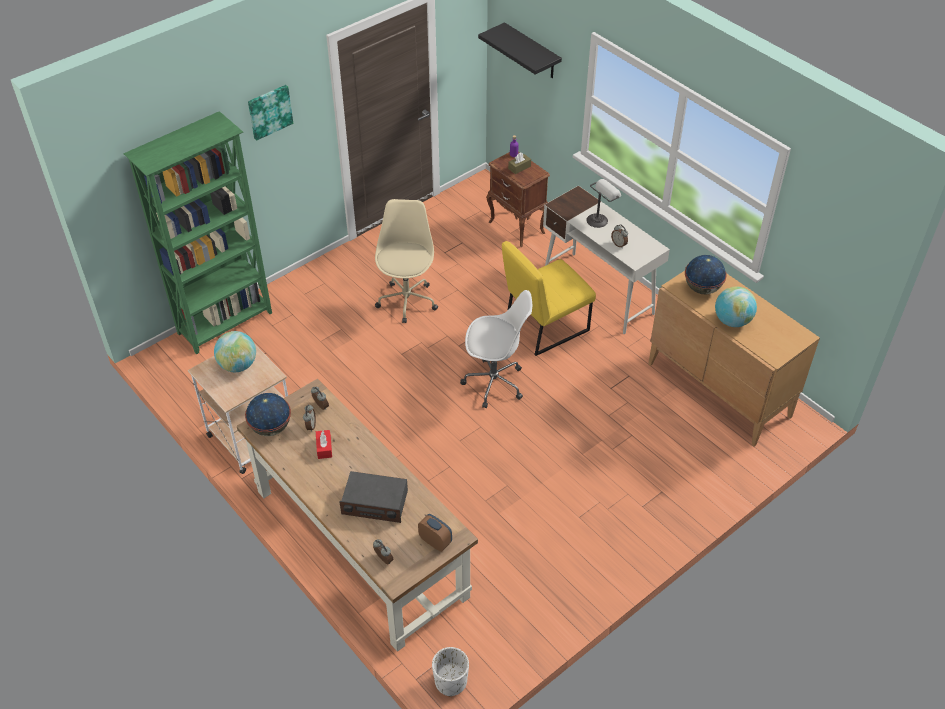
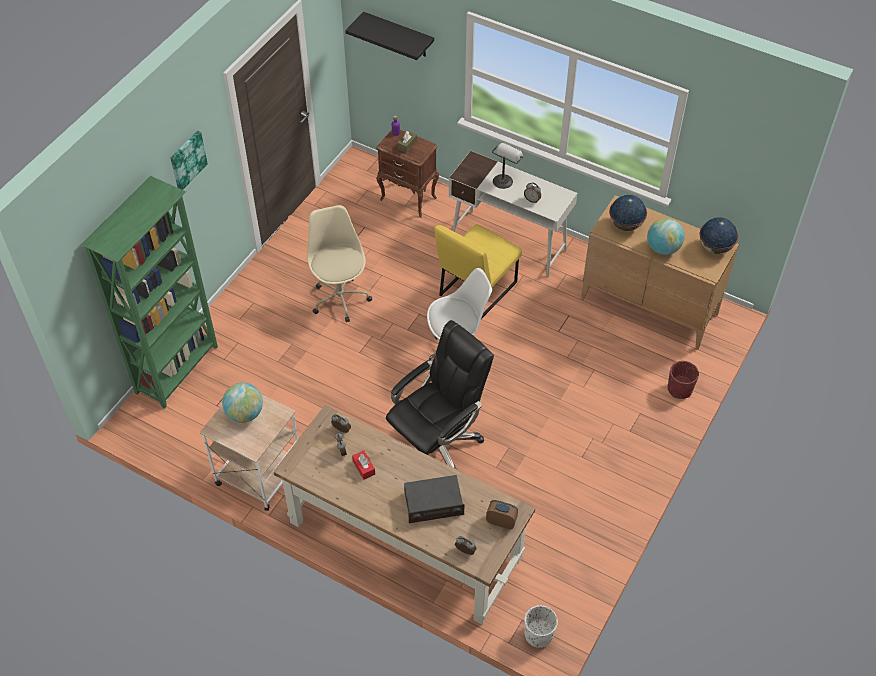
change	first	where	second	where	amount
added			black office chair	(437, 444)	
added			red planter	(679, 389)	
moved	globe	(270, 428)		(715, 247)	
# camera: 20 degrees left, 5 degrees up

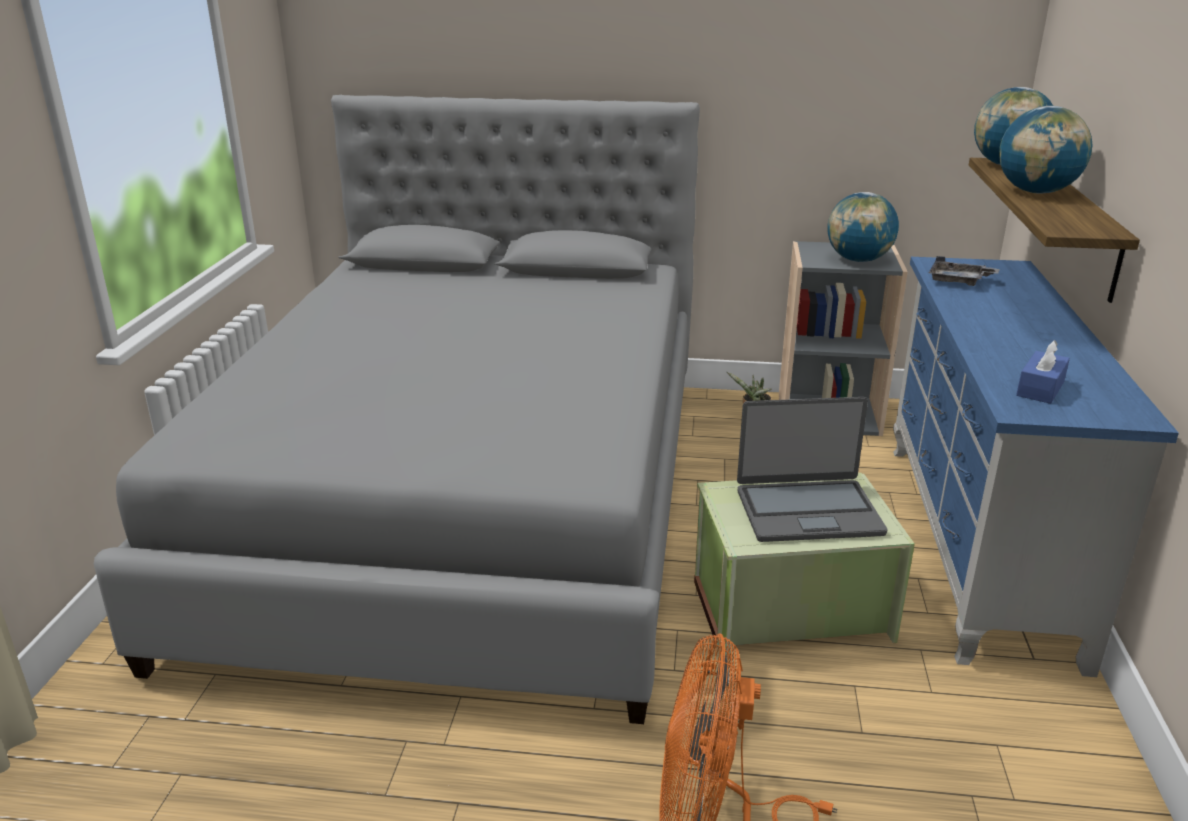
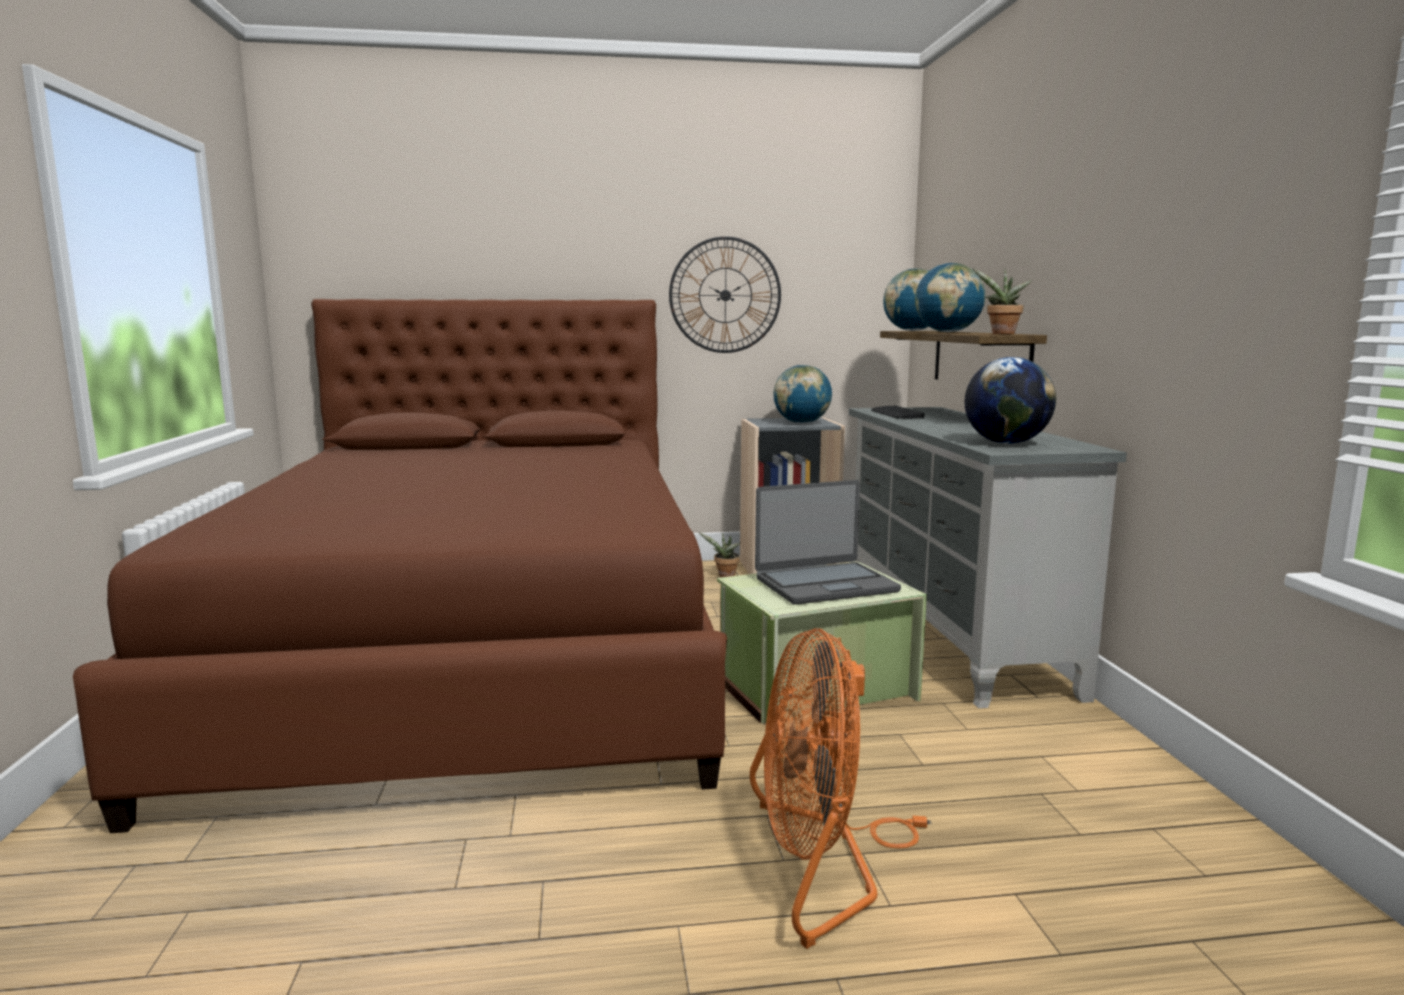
change	first	where	second	where	amount
added			wall clock	(725, 295)	
added			potted plant	(1001, 334)	
replaced	grey tray	(958, 281)	keyboard	(896, 414)	
replaced	blue tissue box	(1040, 388)	globe	(1006, 443)	
recoloured	grey bed	(471, 500)	brown bed	(478, 650)	
recoloured	blue dresser	(973, 545)	grey dresser	(948, 634)	
# camera: 15 degrees left, 15 degrees down

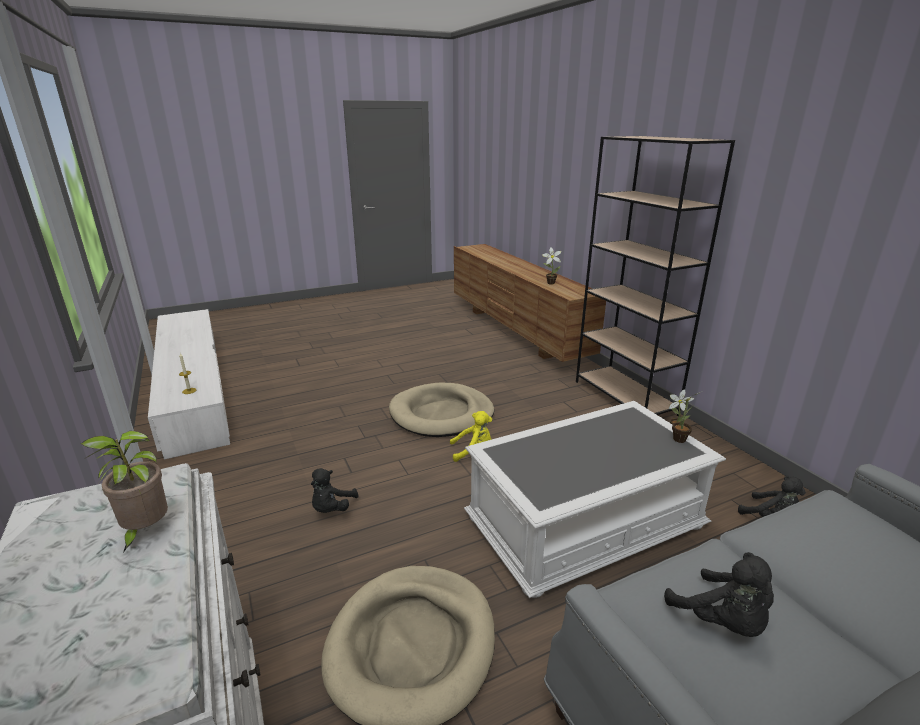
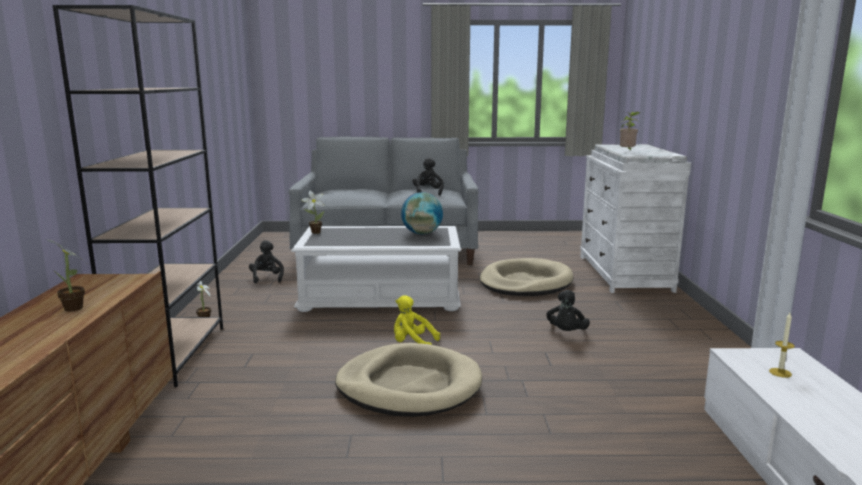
change	first	where	second	where	amount
added			globe	(422, 233)	
turned	black plush toy	(332, 509)		(566, 333)	150 degrees clockwise
# camera: 155 degrees left, 10 degrees down

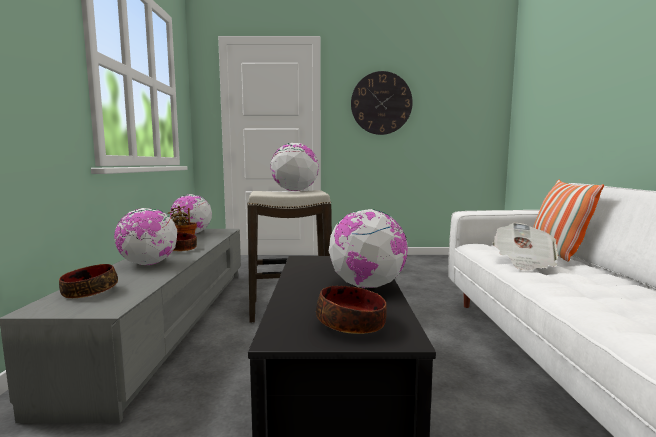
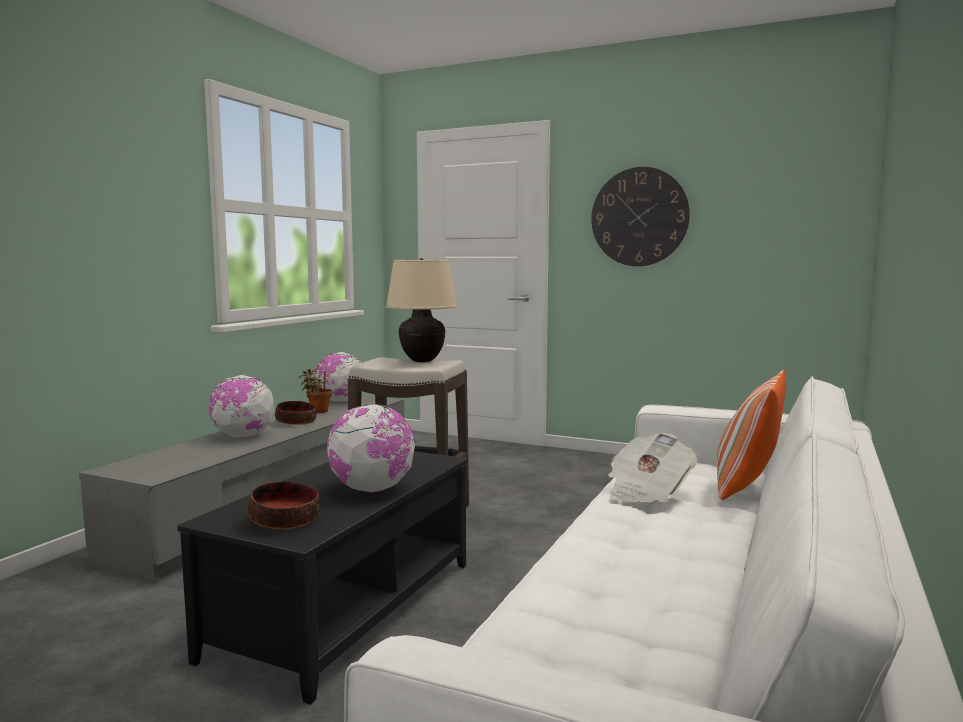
change	first	where	second	where	amount
removed	bowl	(89, 292)			
replaced	globe	(294, 191)	beige table lamp	(422, 361)	
# camera: 25 degrees right, 0 degrees up

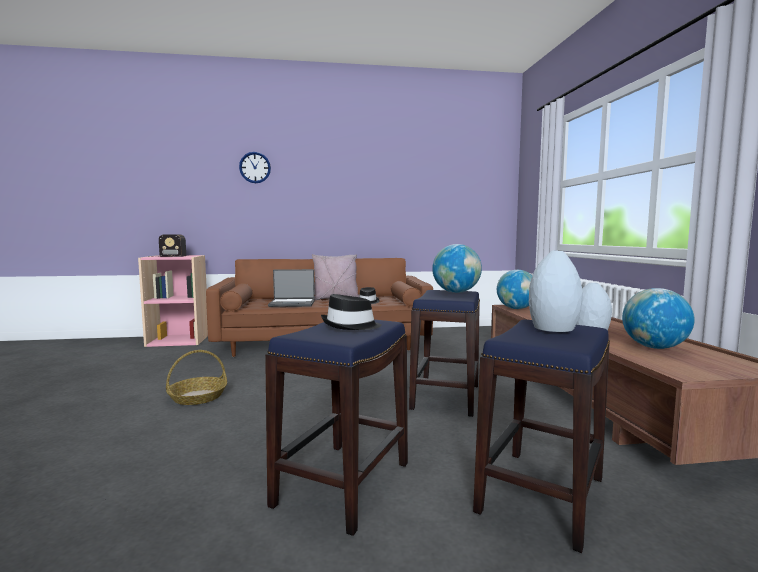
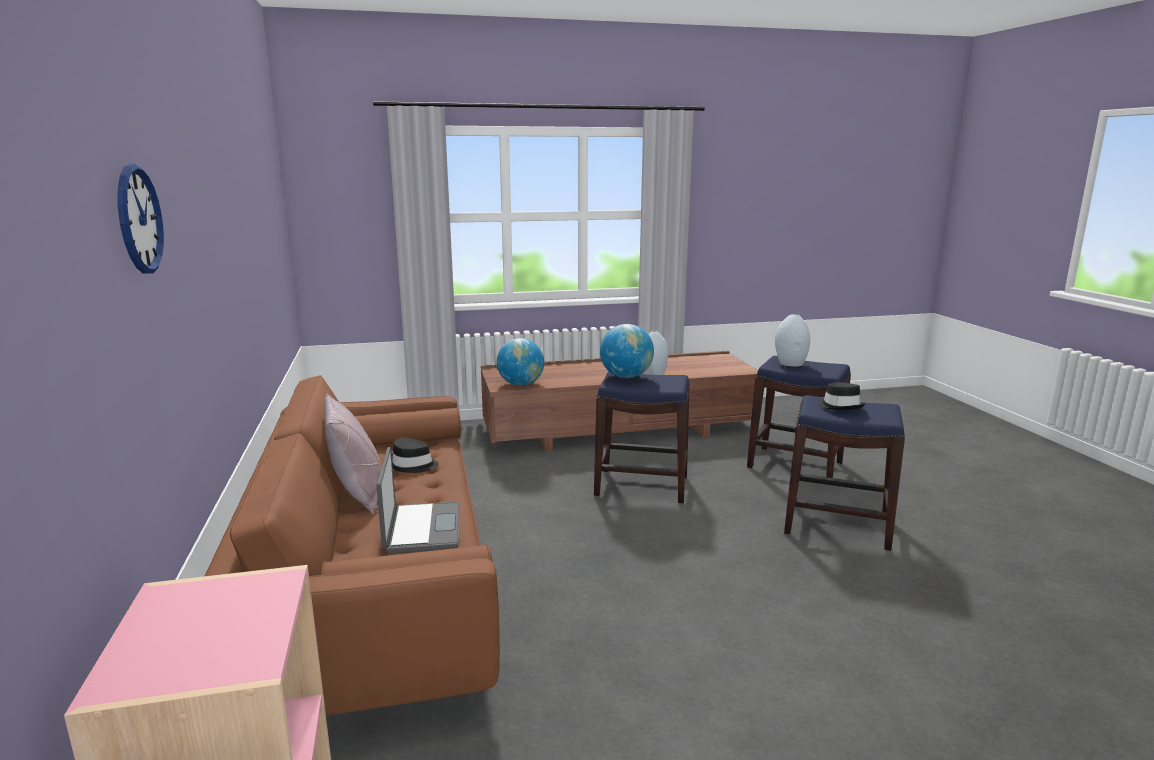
change	first	where	second	where	amount
removed	radio	(165, 256)			
removed	basket	(197, 397)			
removed	globe	(654, 347)			
# camera: 95 degrees left, 10 degrees up

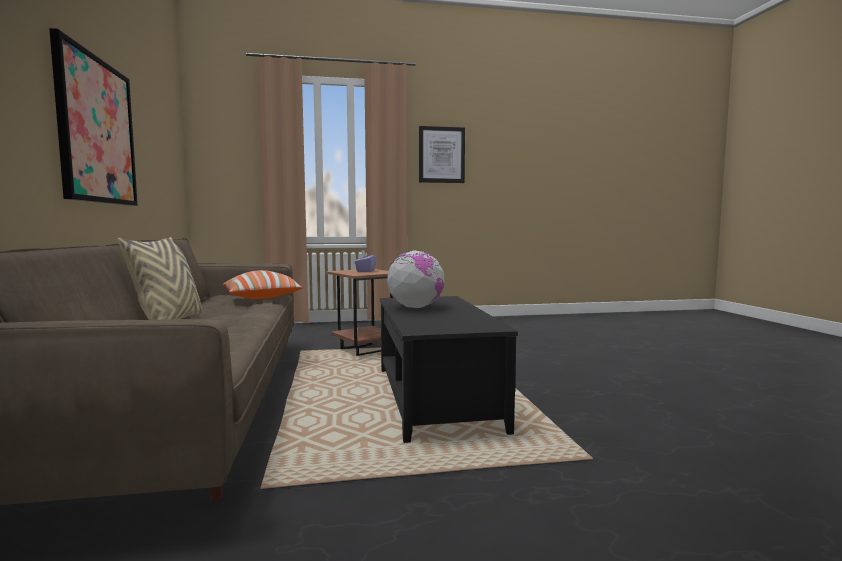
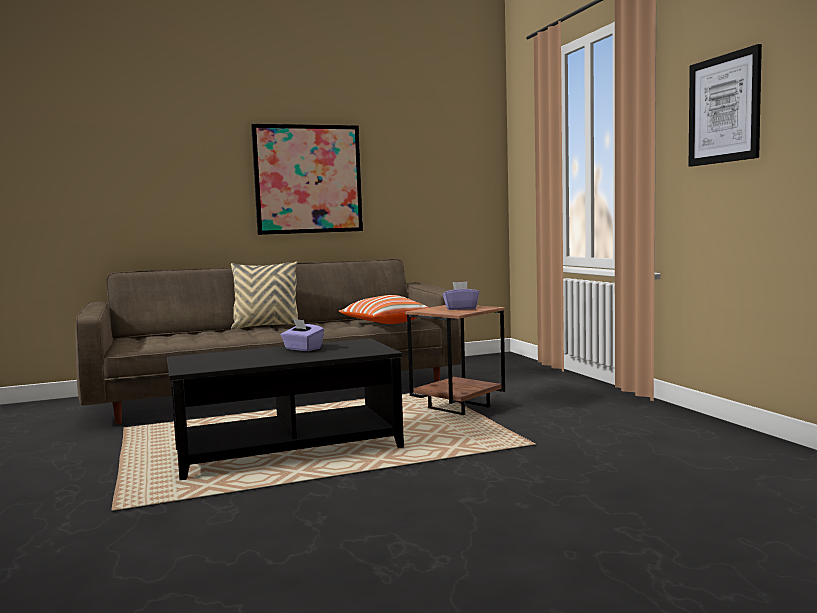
change	first	where	second	where	amount
replaced	globe	(415, 307)	purple tissue box	(302, 349)	
# camera: 80 degrees right, 0 degrees up

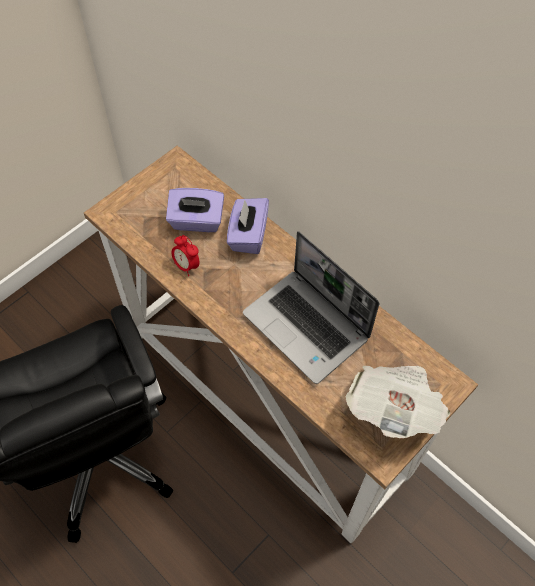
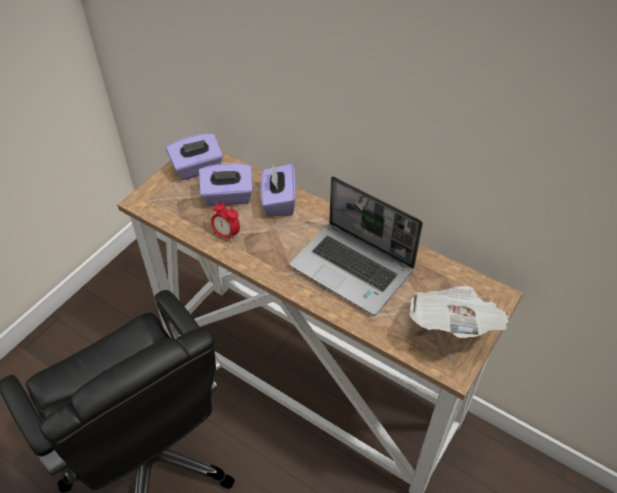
change	first	where	second	where	amount
added			purple tissue box	(197, 168)	
# camera: 10 degrees left, 10 degrees down

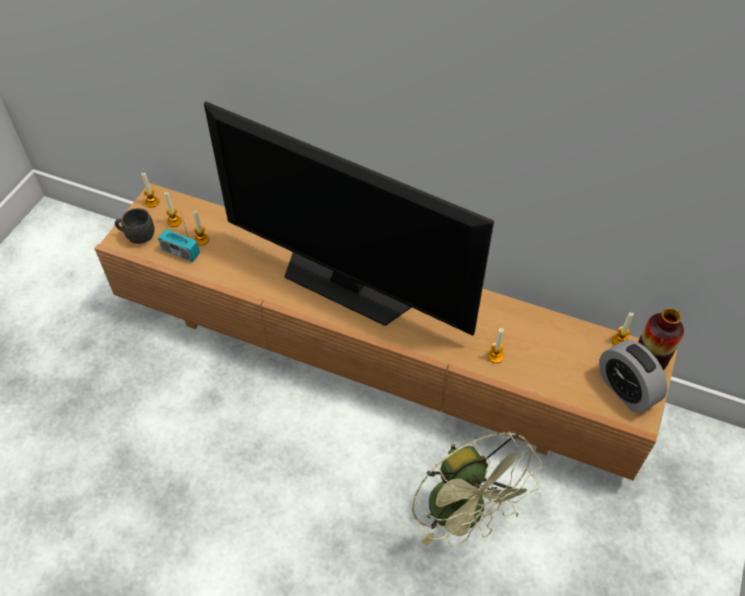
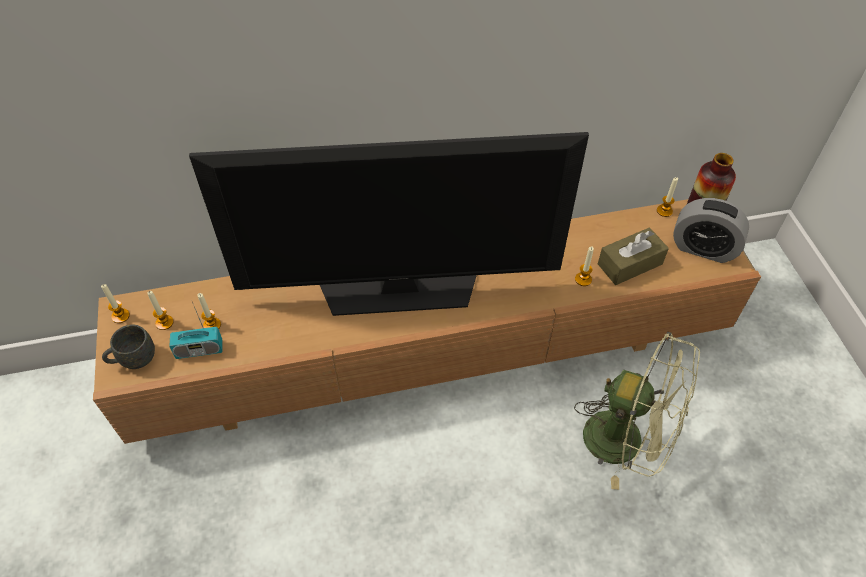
change	first	where	second	where	amount
added			brown tissue box	(630, 264)	
# camera: 35 degrees left, 0 degrees up

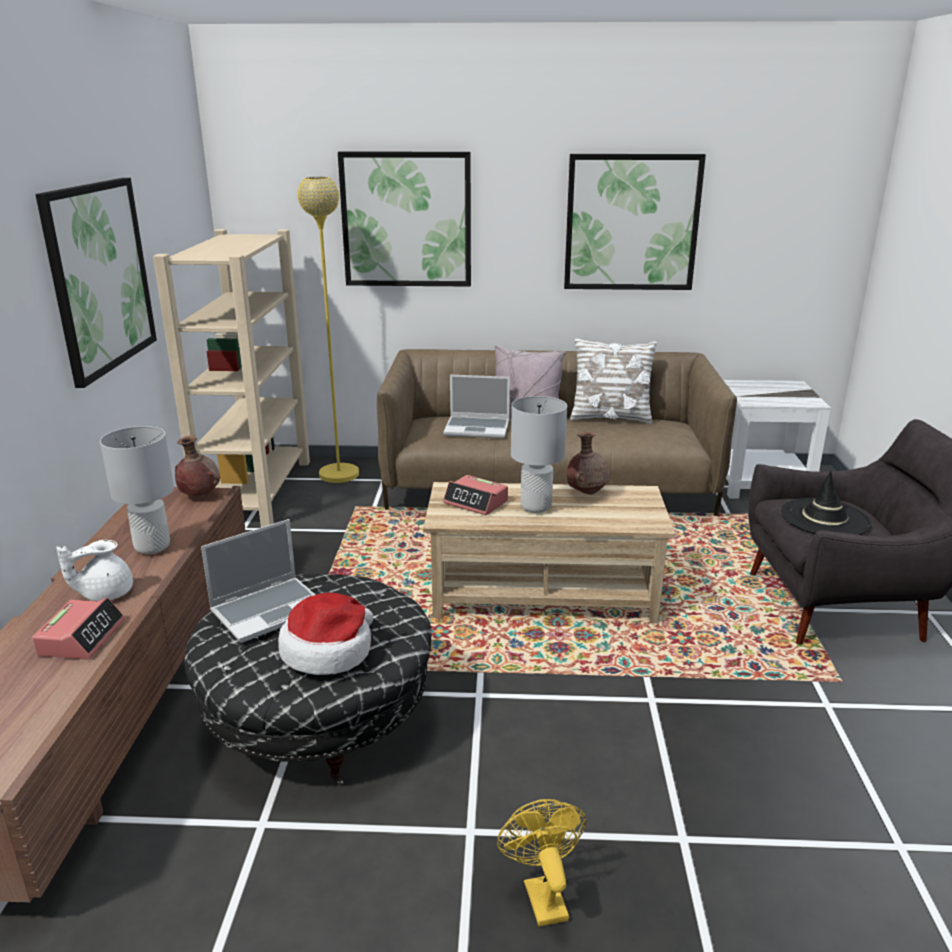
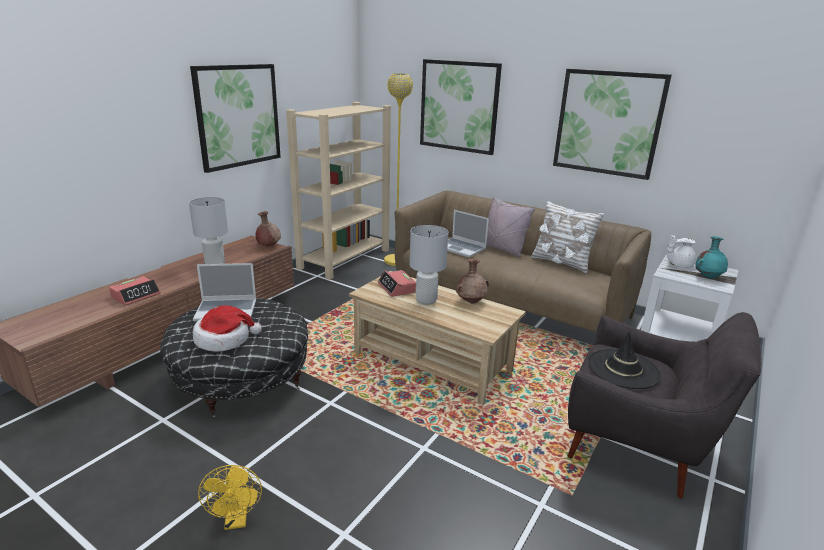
change	first	where	second	where	amount
added			turquoise vase	(708, 277)	
moved	white teapot	(105, 593)		(678, 265)	
turned	yellow fan	(542, 894)		(236, 520)	150 degrees clockwise
# camera: 30 degrees right, 0 degrees up

